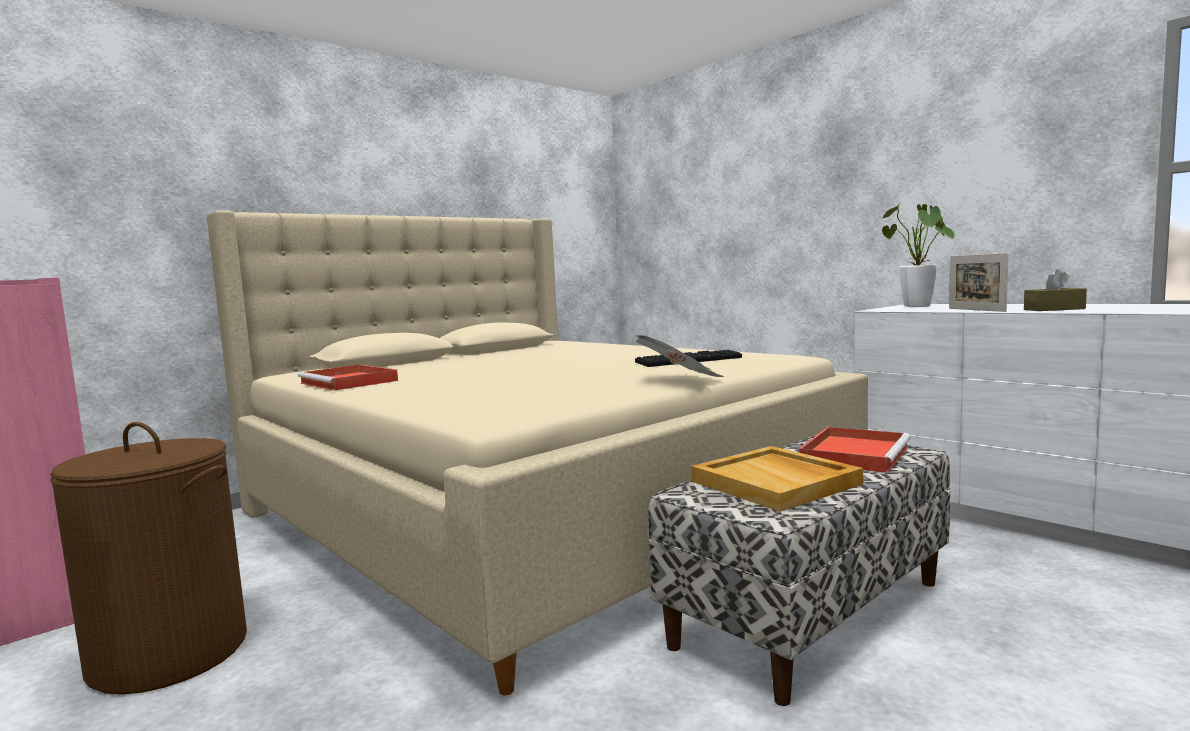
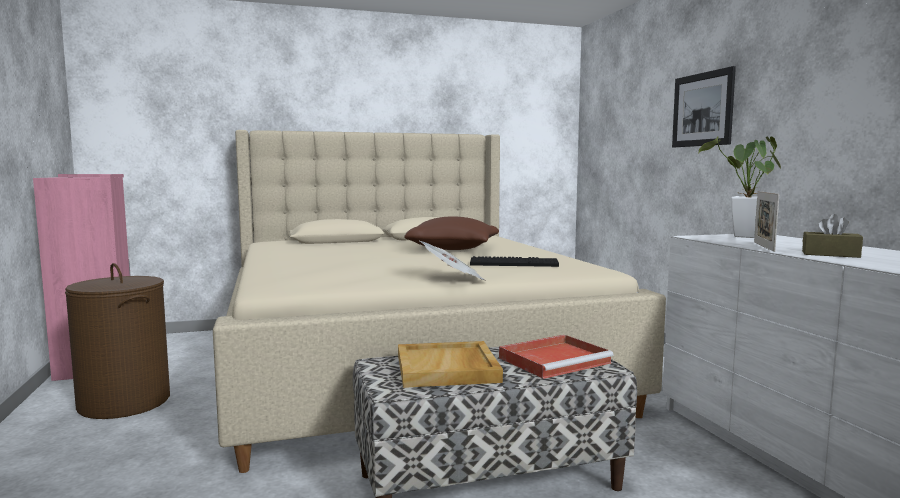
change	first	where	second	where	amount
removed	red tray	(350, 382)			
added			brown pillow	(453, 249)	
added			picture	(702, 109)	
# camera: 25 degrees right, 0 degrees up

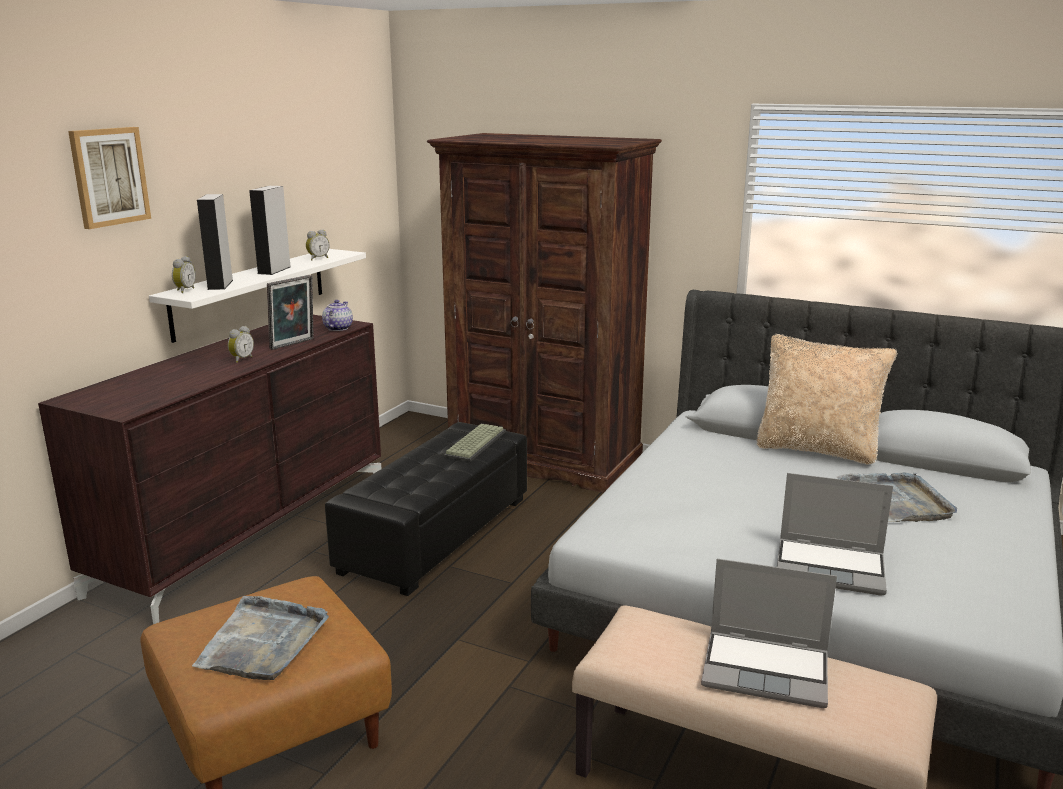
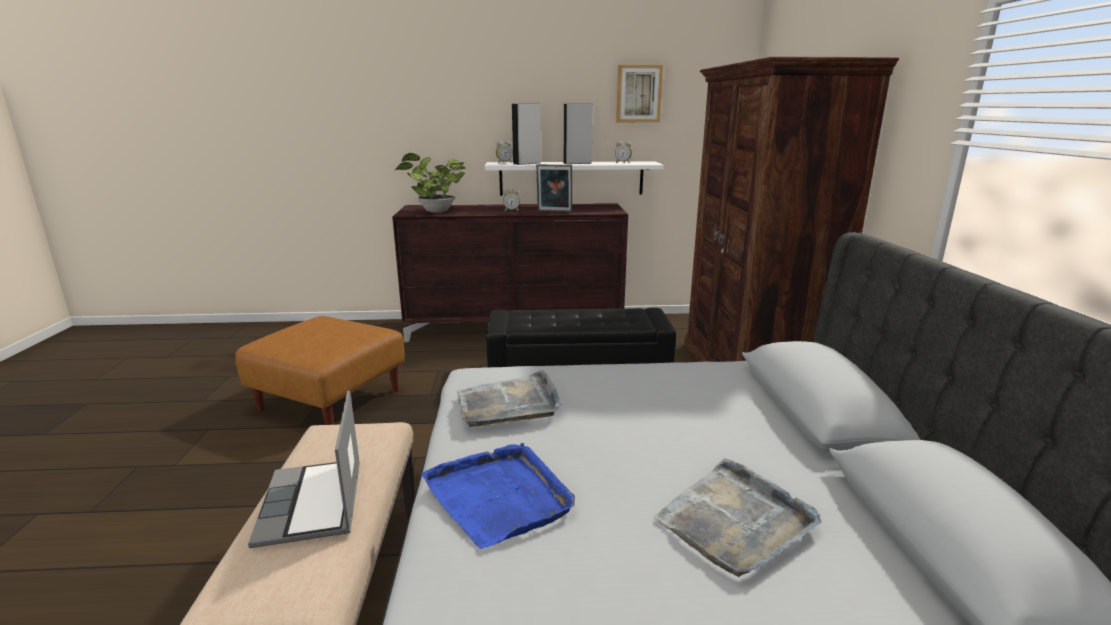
change	first	where	second	where	amount
removed	teapot	(337, 328)			
removed	keyboard	(475, 443)			
removed	beige pillow	(817, 452)			
added			potted plant	(434, 211)	
moved	picture	(109, 176)		(638, 94)	
moved	grey tray	(263, 642)		(509, 403)	
replaced	laptop	(831, 568)	blue tray	(500, 496)	
# camera: 60 degrees right, 0 degrees up

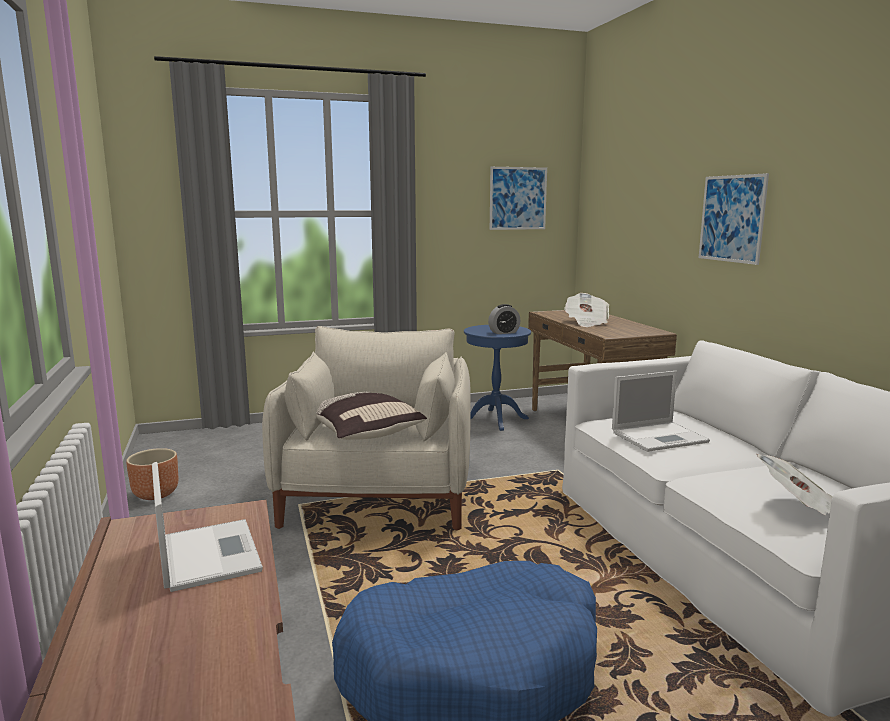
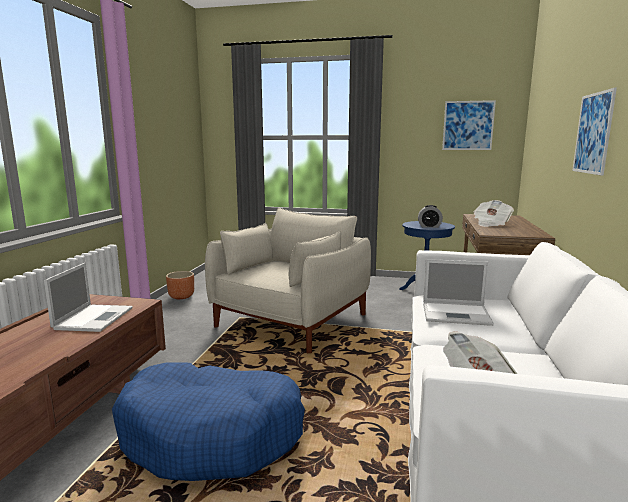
change	first	where	second	where	amount
removed	pillow	(365, 432)			
# camera: 30 degrees right, 0 degrees up

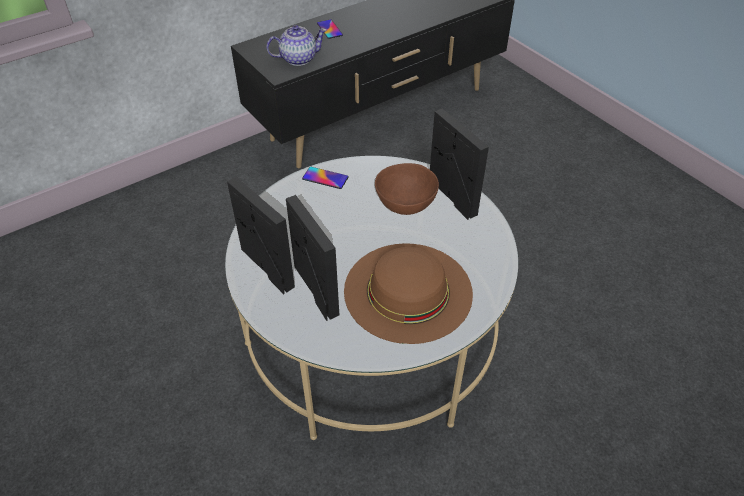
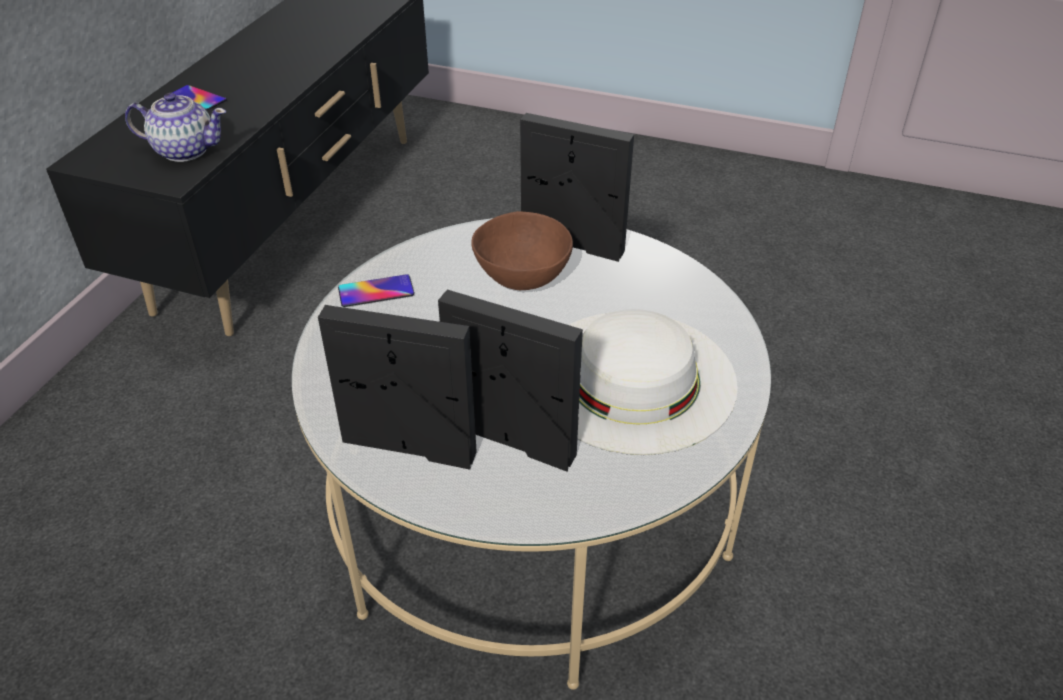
change	first	where	second	where	amount
recoloured	brown hat	(408, 291)	white hat	(633, 378)	
turned	teapot	(298, 59)		(185, 150)	60 degrees clockwise
# camera: 35 degrees left, 5 degrees down

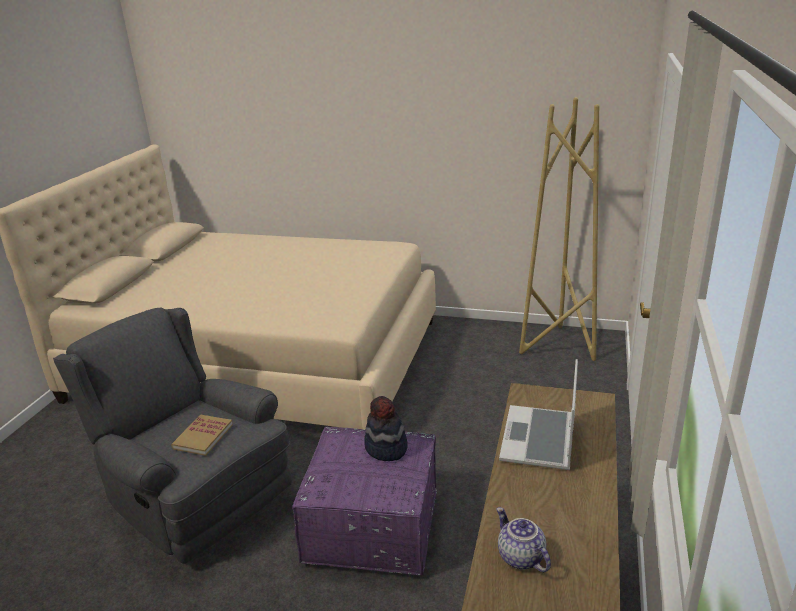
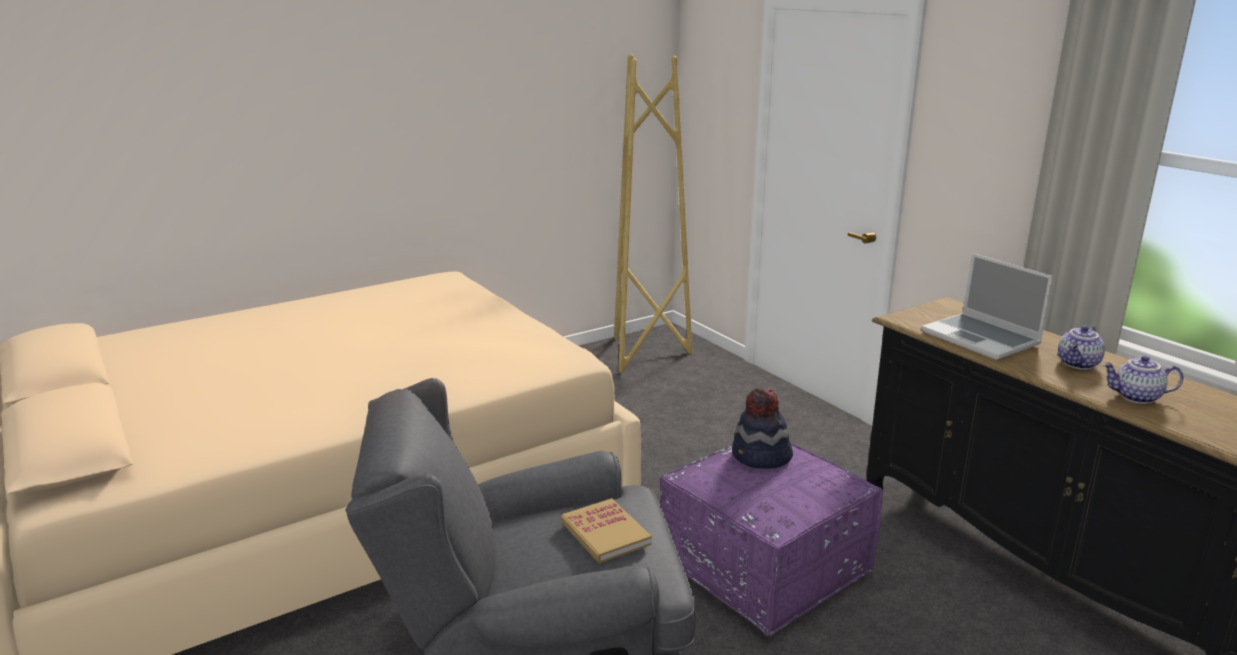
change	first	where	second	where	amount
added			teapot	(1079, 364)	
# camera: 50 degrees left, 5 degrees down

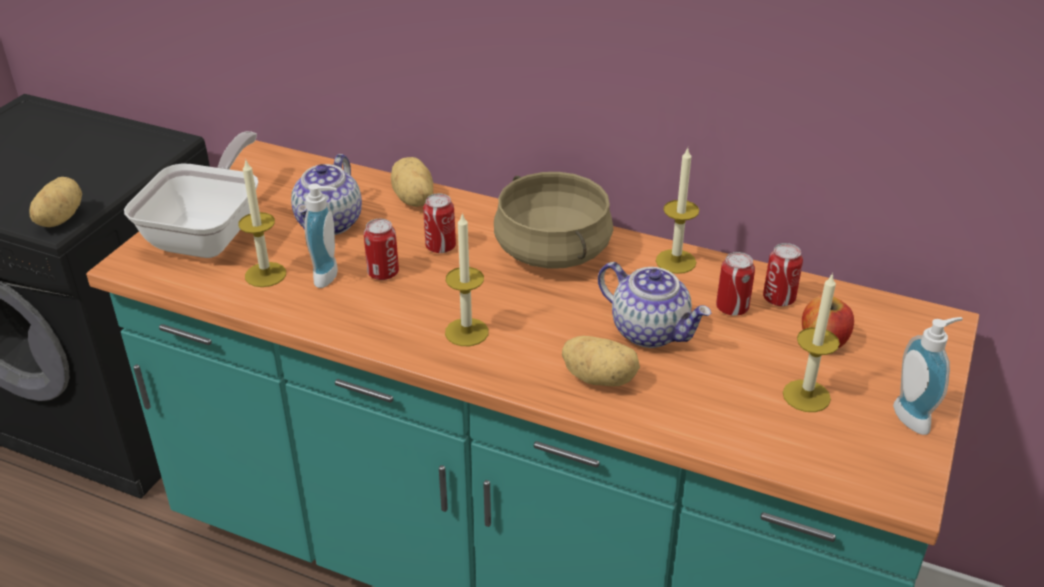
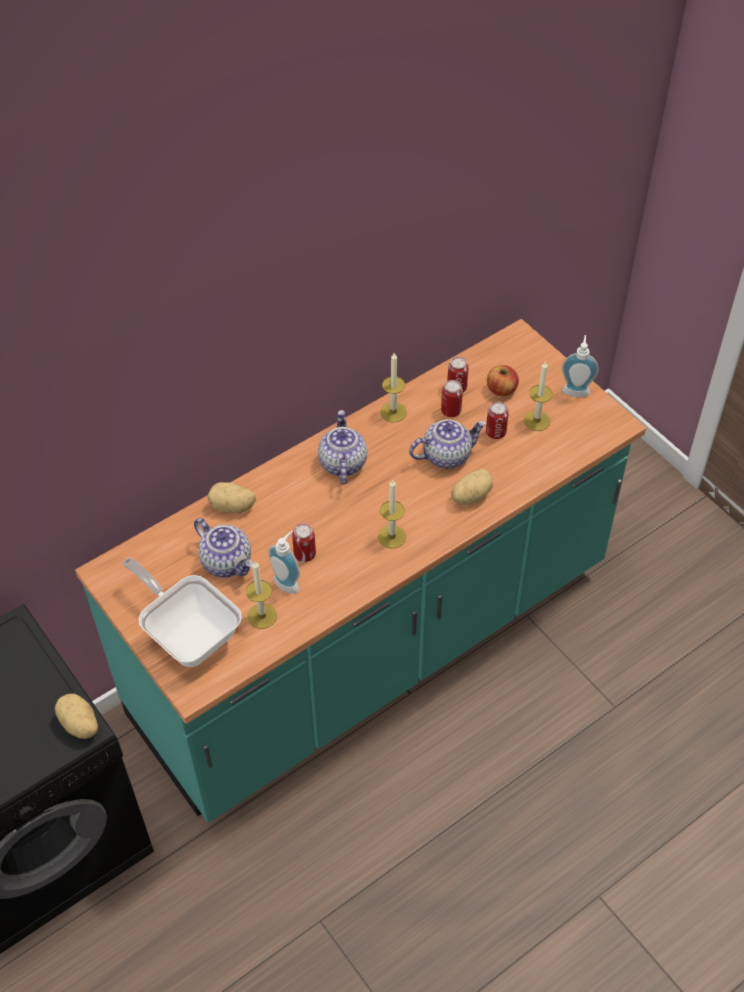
change	first	where	second	where	amount
moved	can	(440, 247)		(496, 432)	
replaced	beige cooking pot	(551, 251)	teapot	(342, 463)	
# camera: 60 degrees left, 15 degrees up

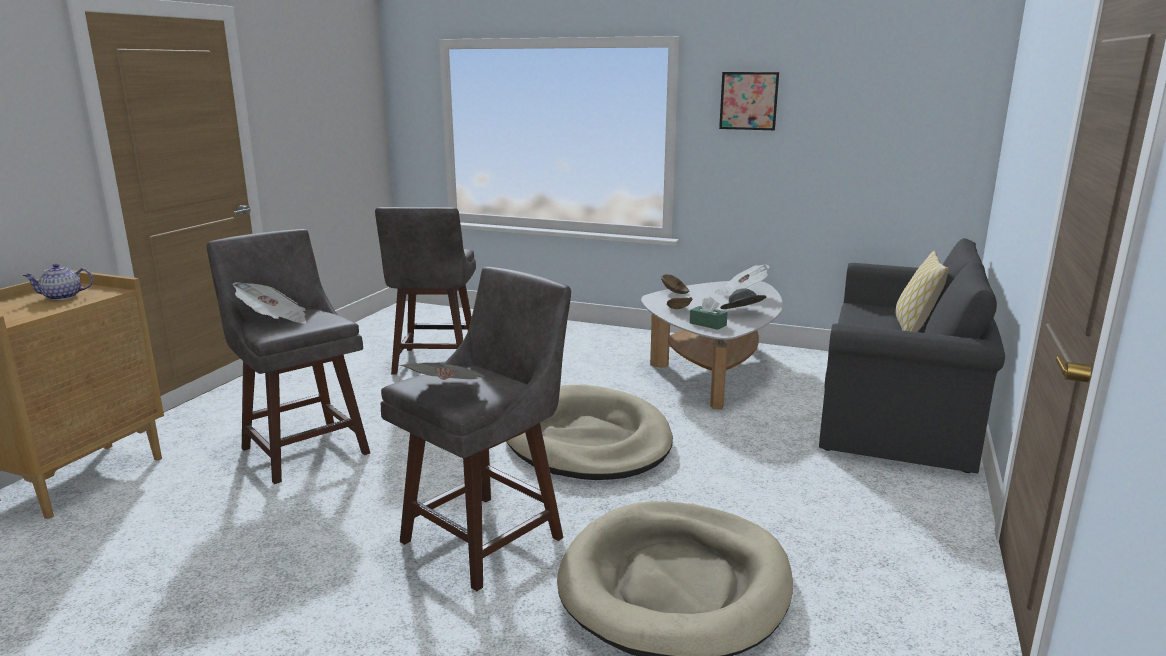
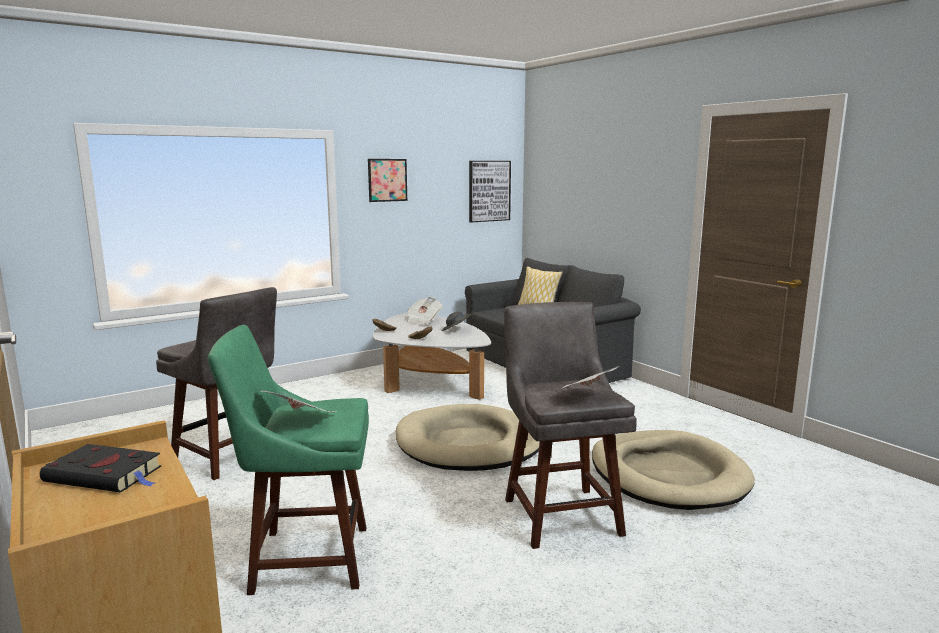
change	first	where	second	where	amount
removed	green tissue box	(708, 324)			
added			picture	(489, 191)	
replaced	teapot	(63, 297)	black book	(106, 475)	
recoloured	grey stool	(303, 448)	green stool	(305, 558)	
# camera: 55 degrees left, 5 degrees down

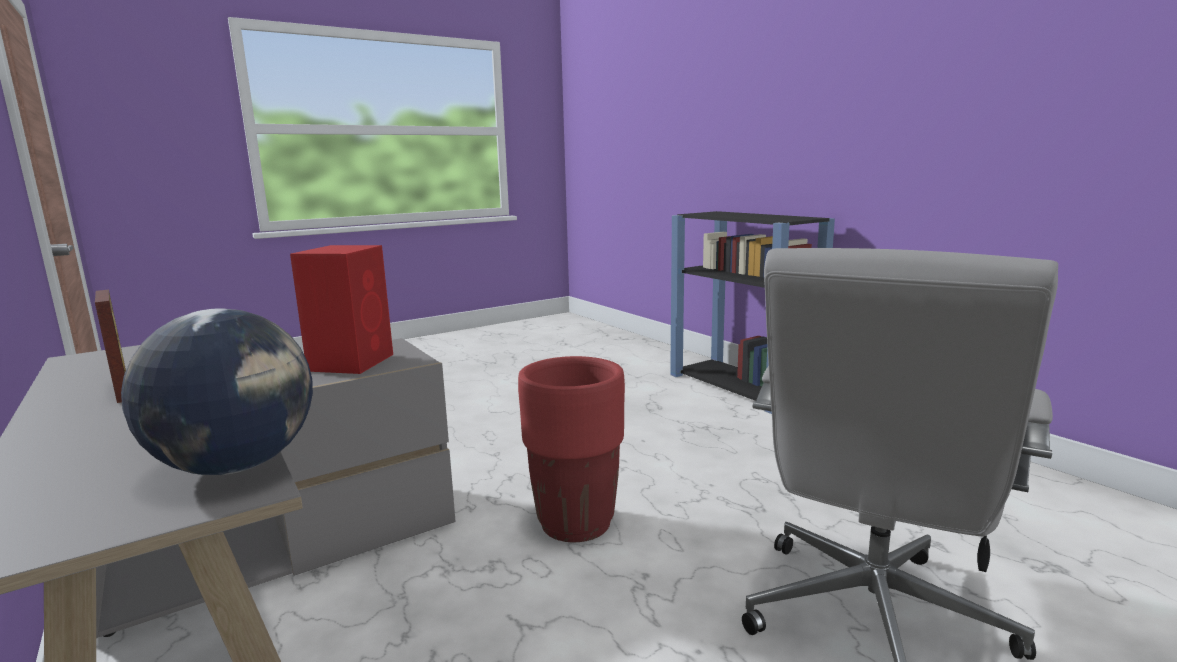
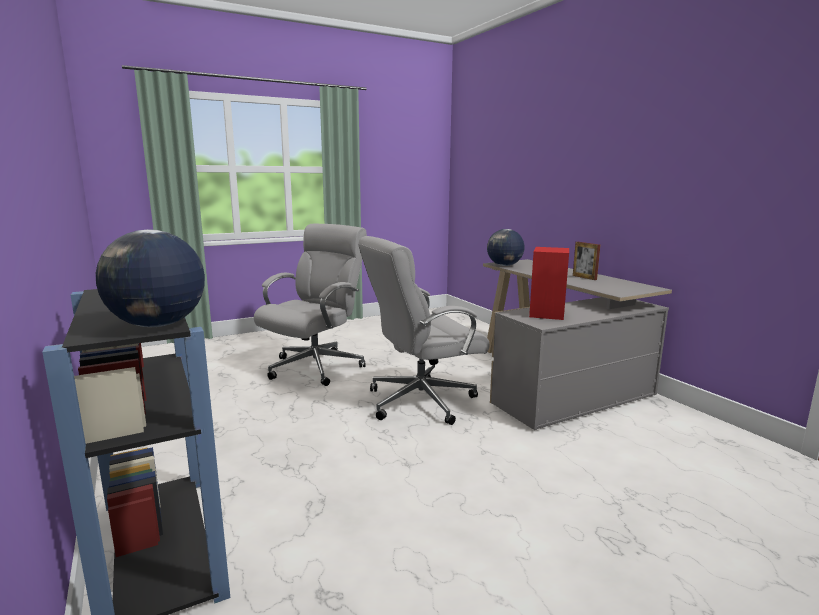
change	first	where	second	where	amount
added			globe	(158, 325)	
replaced	red planter	(576, 524)	grey office chair	(421, 401)	
# camera: 175 degrees left, 0 degrees up

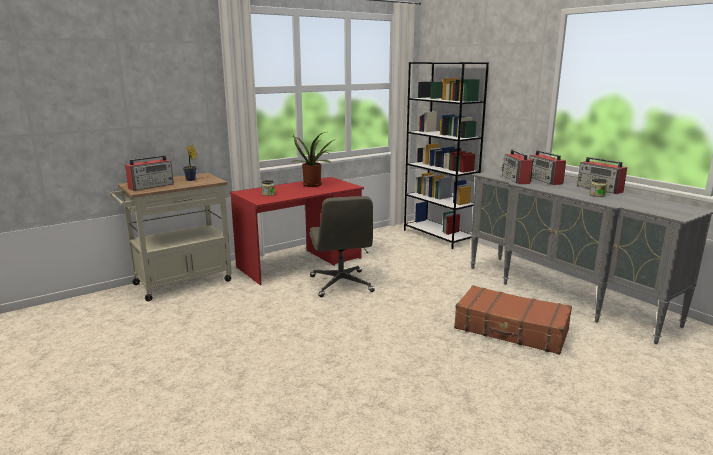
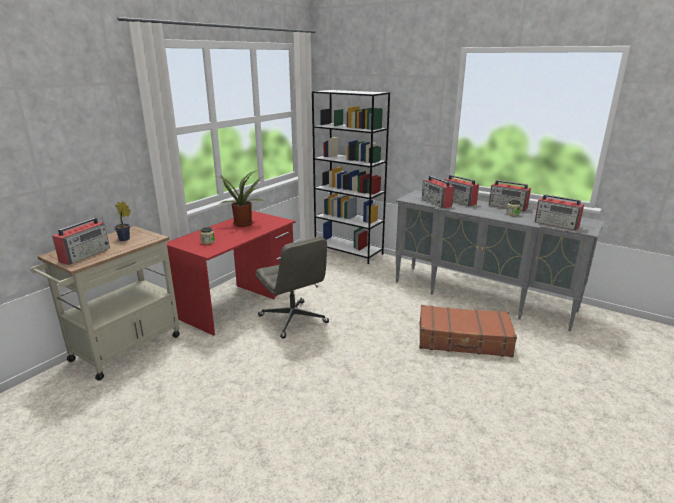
change	first	where	second	where	amount
added			radio	(557, 224)	
# camera: 20 degrees left, 5 degrees up

